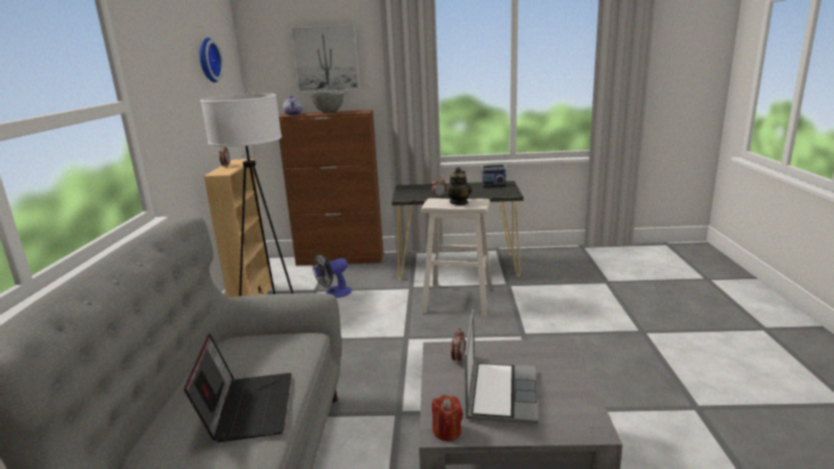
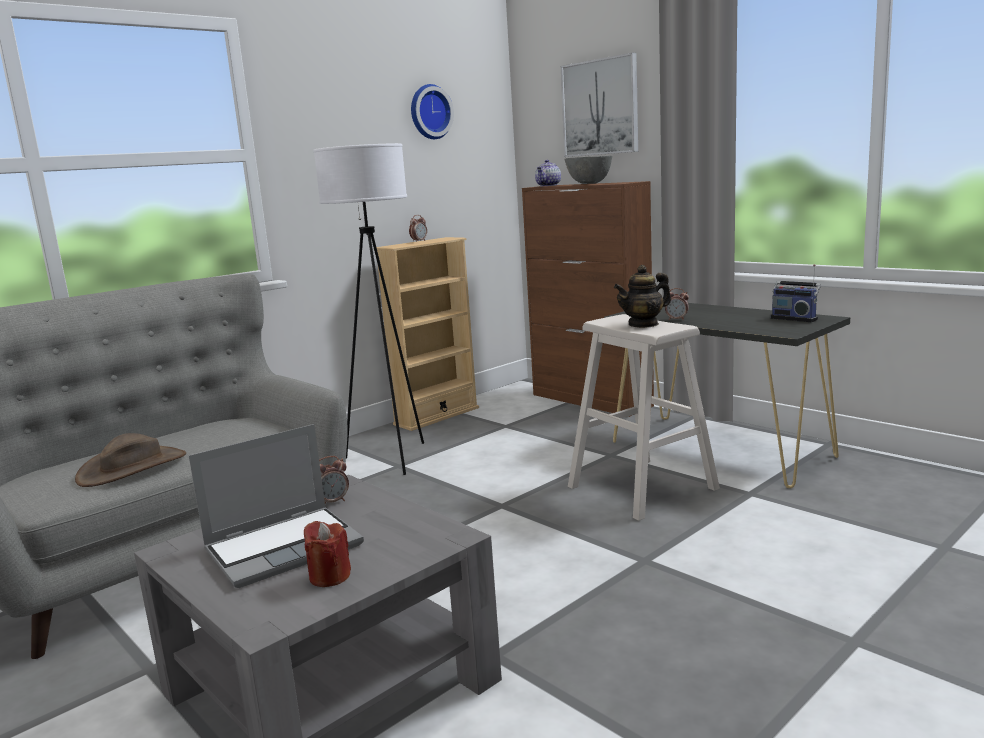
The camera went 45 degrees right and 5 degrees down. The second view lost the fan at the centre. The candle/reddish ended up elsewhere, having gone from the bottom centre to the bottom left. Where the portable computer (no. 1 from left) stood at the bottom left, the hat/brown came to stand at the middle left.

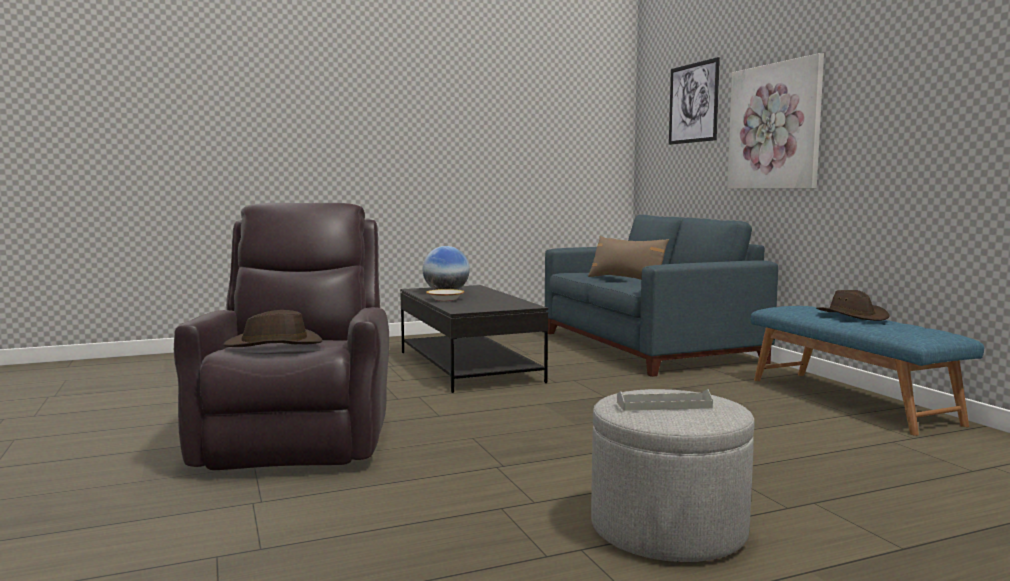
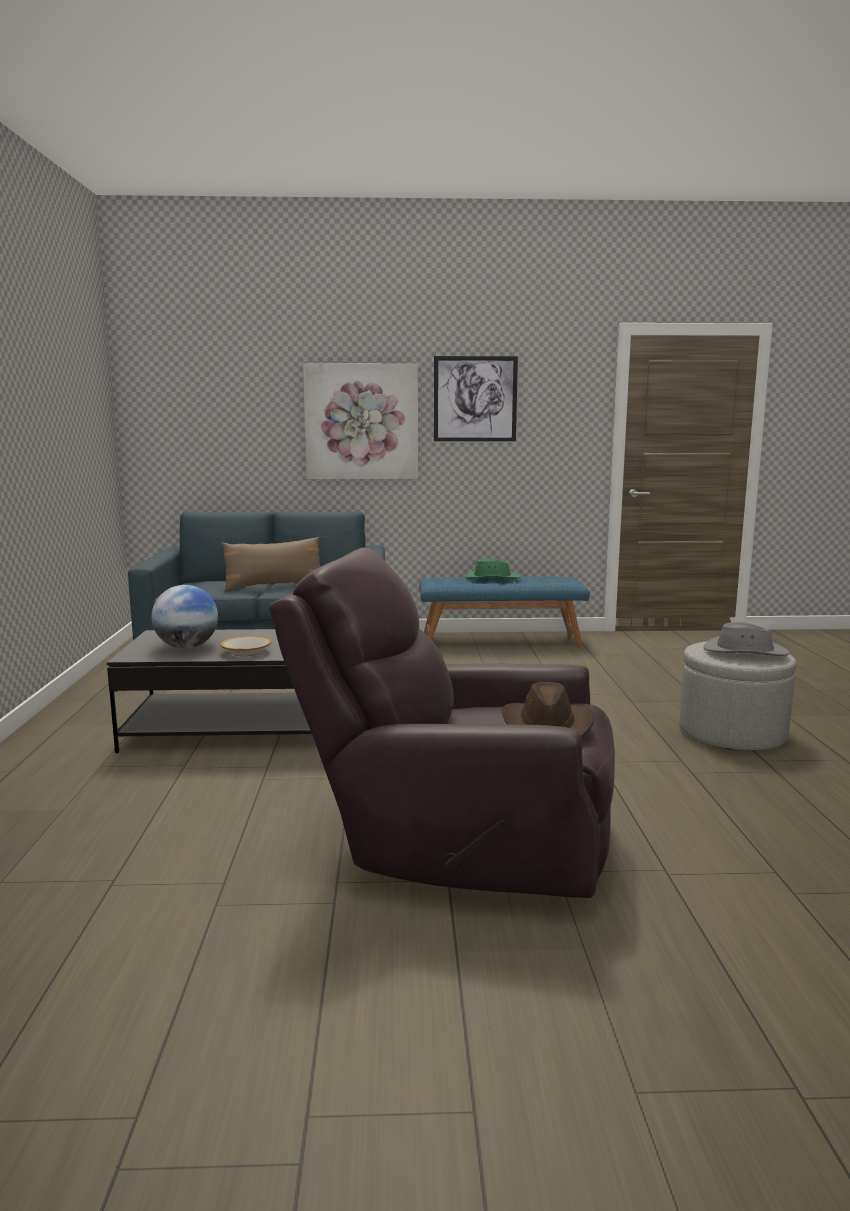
The camera went 70 degrees left and 5 degrees up. The wall picture (no. 1 from left in the first image) ended up elsewhere, having gone from the top right to the top centre. Where the serving tray/gray stood at the bottom centre, the hat/gray came to stand at the middle right. What was the hat/brown (no. 2 from left) at the middle right turned into the hat/greenish at the centre.

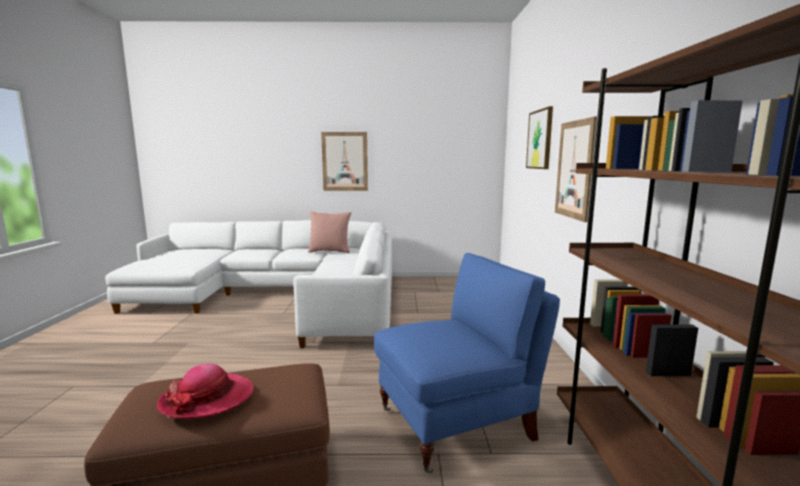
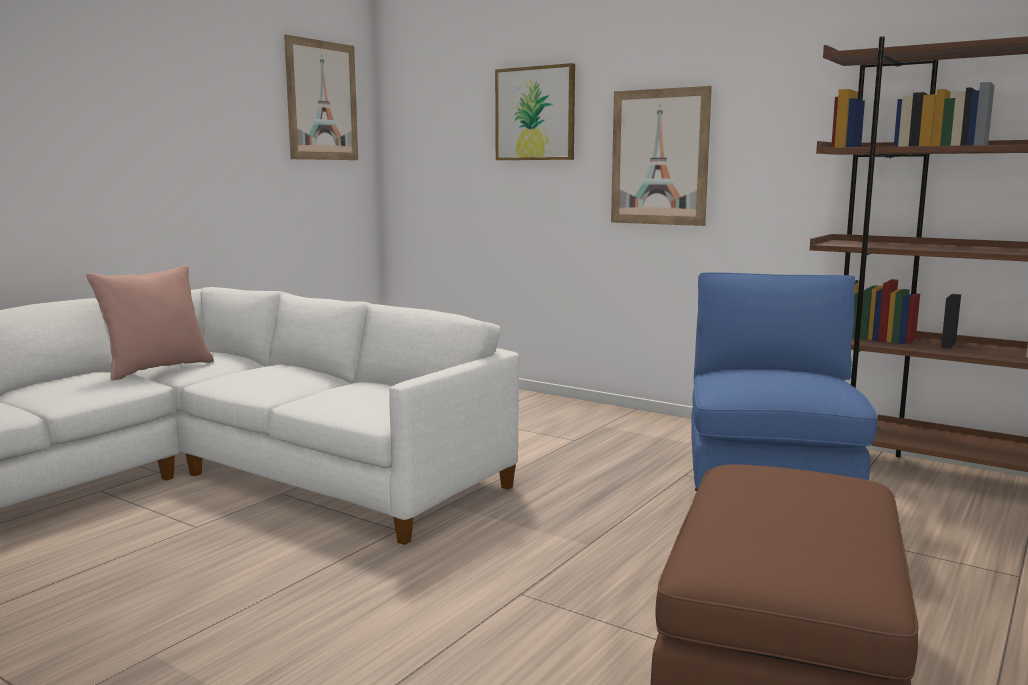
The camera went 55 degrees left and 0 degrees up. The second view lost the hat at the bottom left. The wall picture (no. 1 from left) ended up elsewhere, having gone from the top centre to the top left.

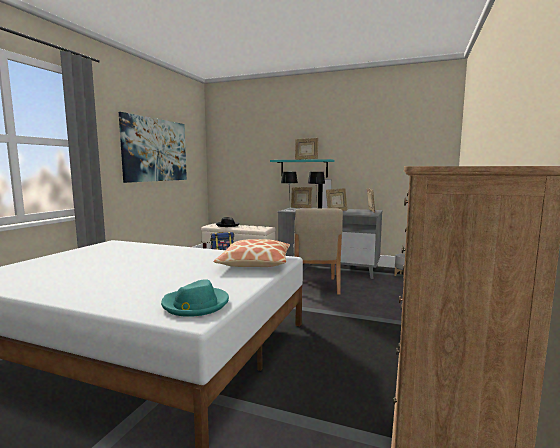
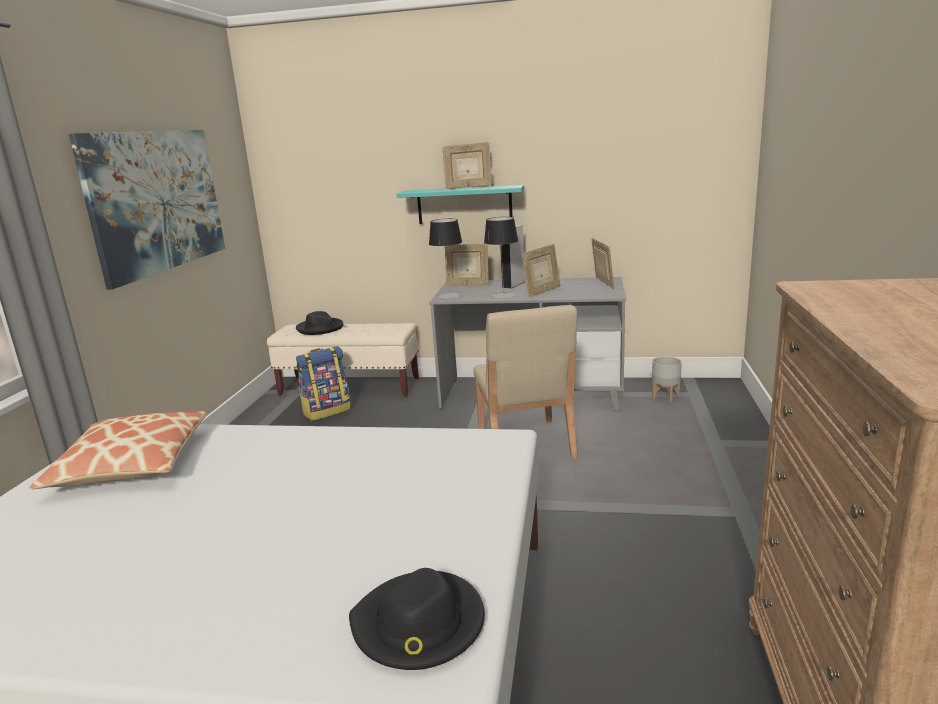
The camera went 10 degrees left and 10 degrees up. The pillow ended up elsewhere, having gone from the centre to the middle left. What was the hat/turquoise-coloured at the centre turned into the hat/black-coloured (no. 2 from left) at the bottom centre.

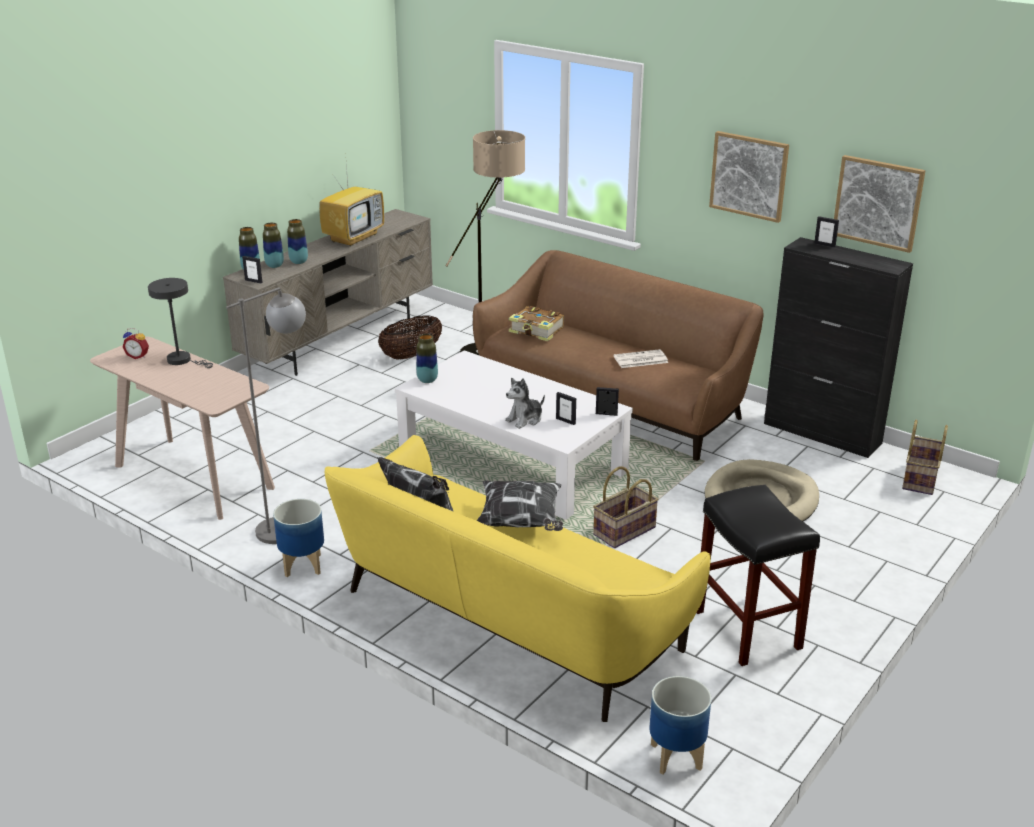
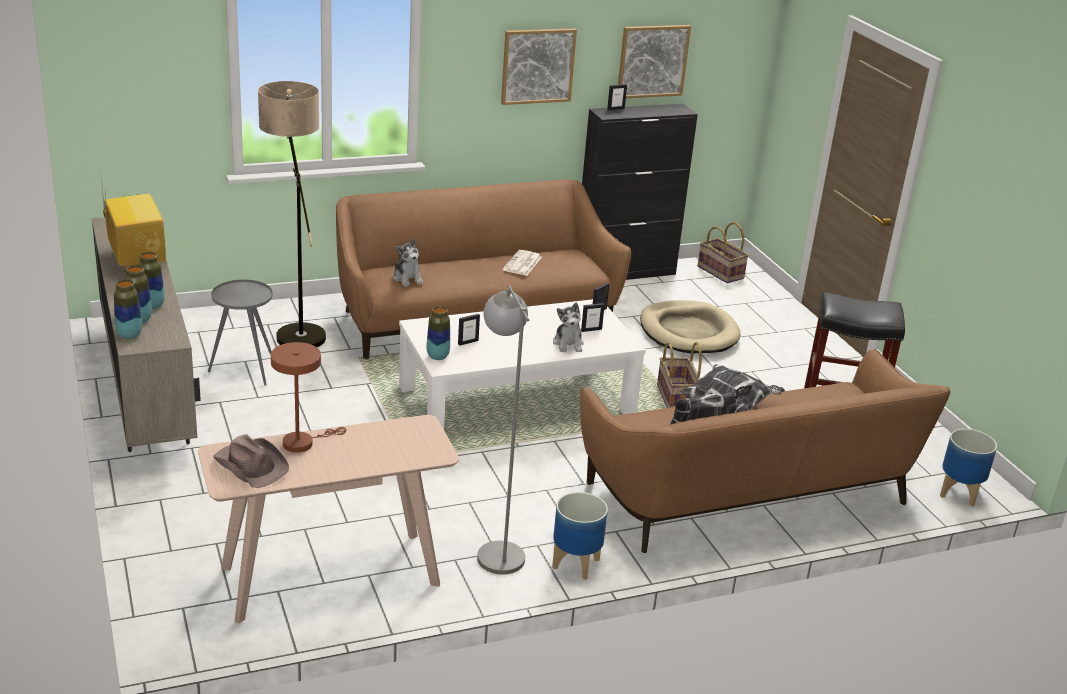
The camera went 60 degrees left and 0 degrees up. The photo frame (no. 1 from left) ended up elsewhere, having gone from the top left to the centre. Where the alarm clock stood at the middle left, the hat/brown came to stand at the middle left. Where the basket (no. 1 from left) stood at the centre, the side table/gray came to stand at the middle left. Where the bound book stood at the centre, the cuddly toy (no. 1 from left) came to stand at the centre. What was the table lamp/gray at the middle left turned into the table lamp/brown at the middle left. What was the settee/yellow-coloured at the bottom centre turned into the settee/brown (no. 2 from left) at the middle right.

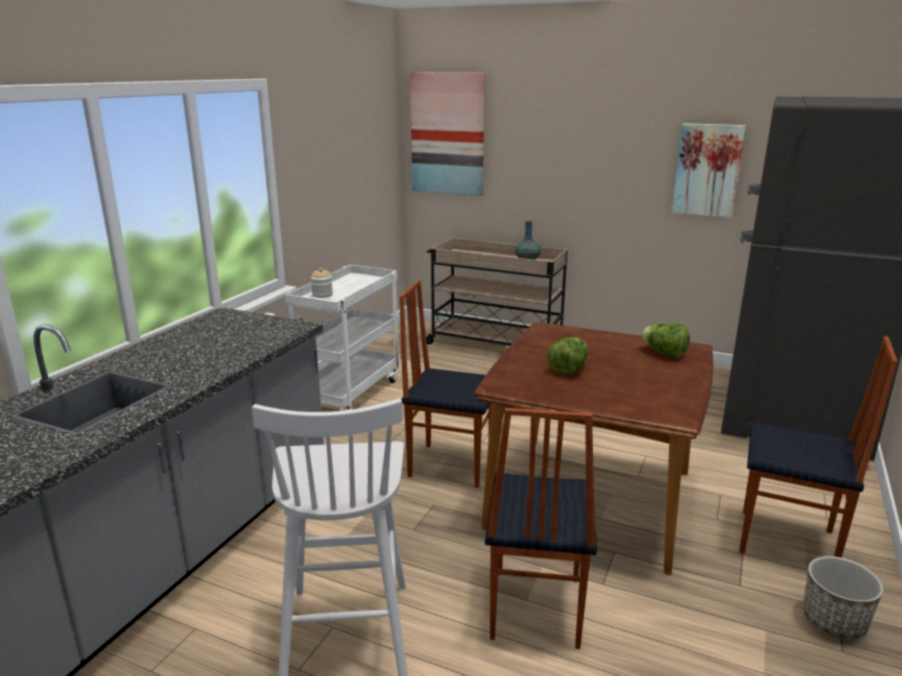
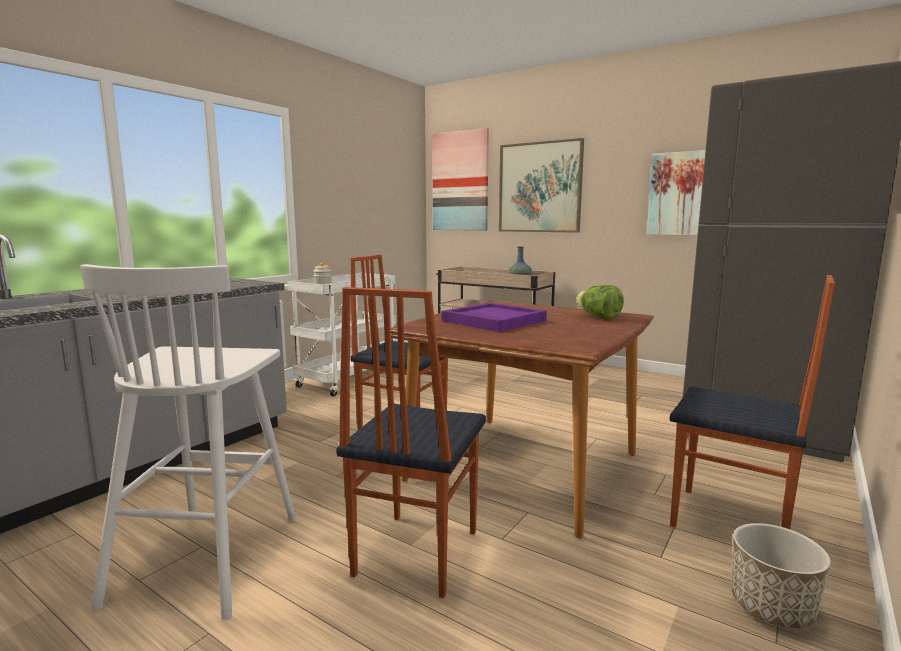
The camera went 10 degrees right and 10 degrees down. The second view gained the wall picture (no. 2 from left) at the top centre. Where the lettuce head (no. 1 from left) stood at the centre, the serving tray/purple came to stand at the centre.

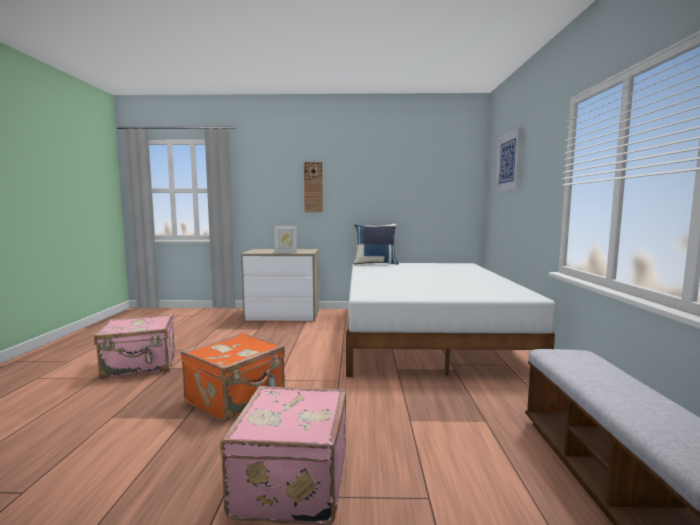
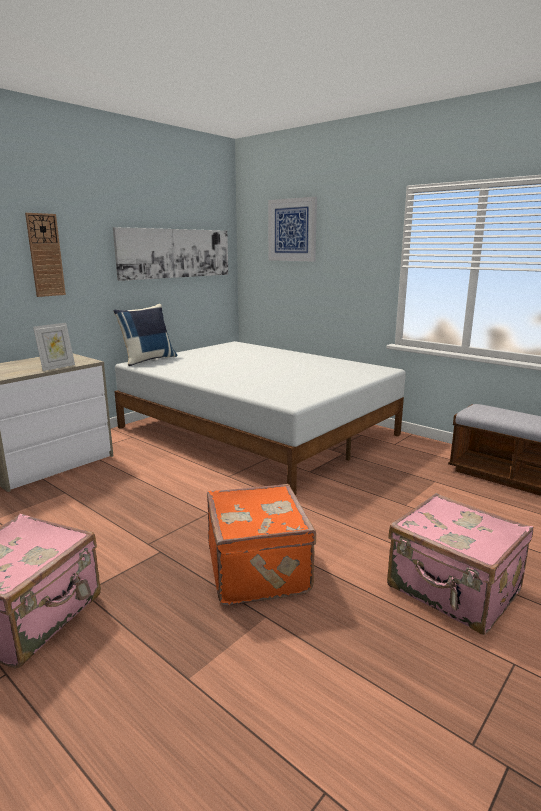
The camera went 50 degrees left and 10 degrees up. The second view gained the wall picture (no. 1 from left) at the top left.

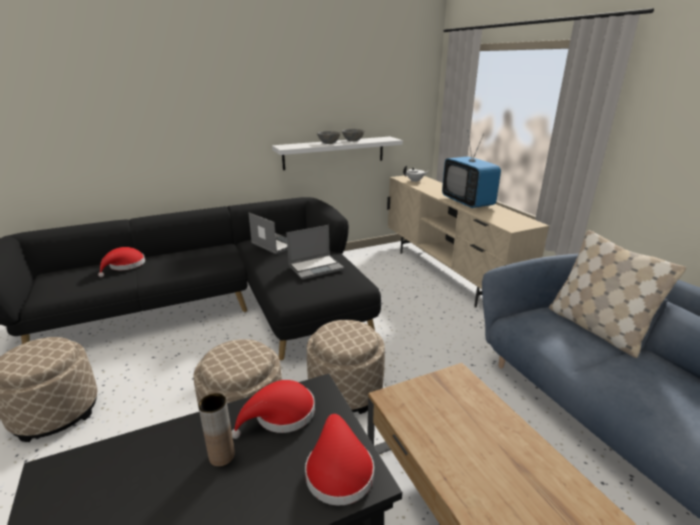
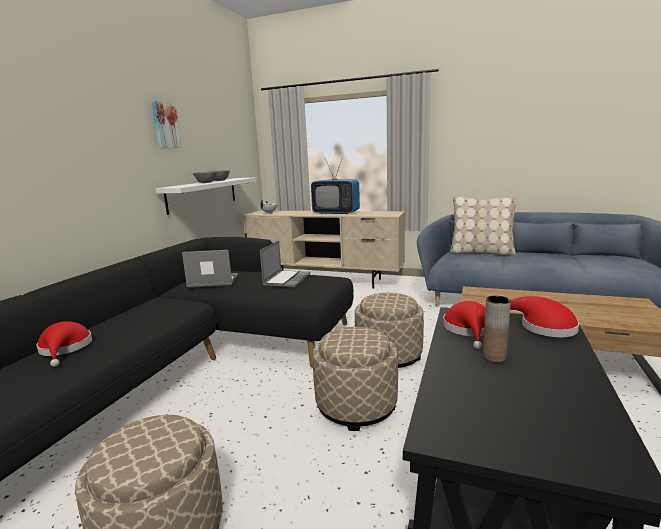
The camera went 45 degrees left and 10 degrees down. The second view gained the wall picture at the top left.

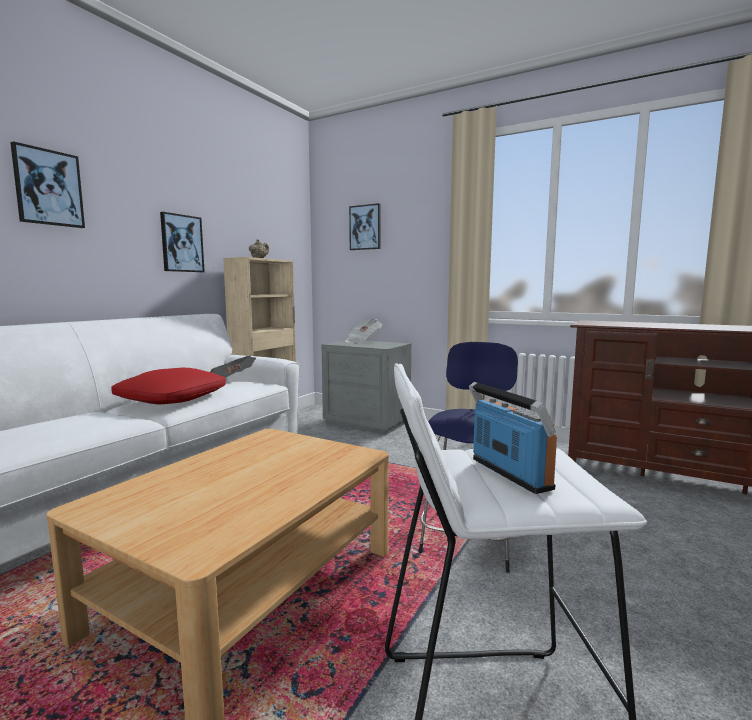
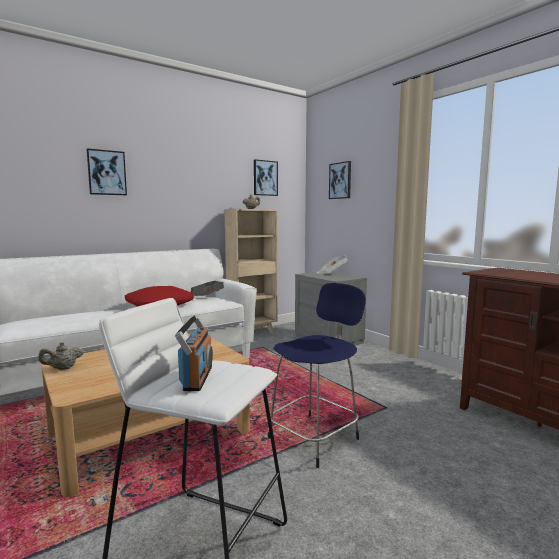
The camera went 25 degrees right and 0 degrees up. The second view gained the tea pot/sand-coloured (no. 1 from left) at the middle left. The wall picture (no. 2 from left) ended up elsewhere, having gone from the middle left to the top centre.

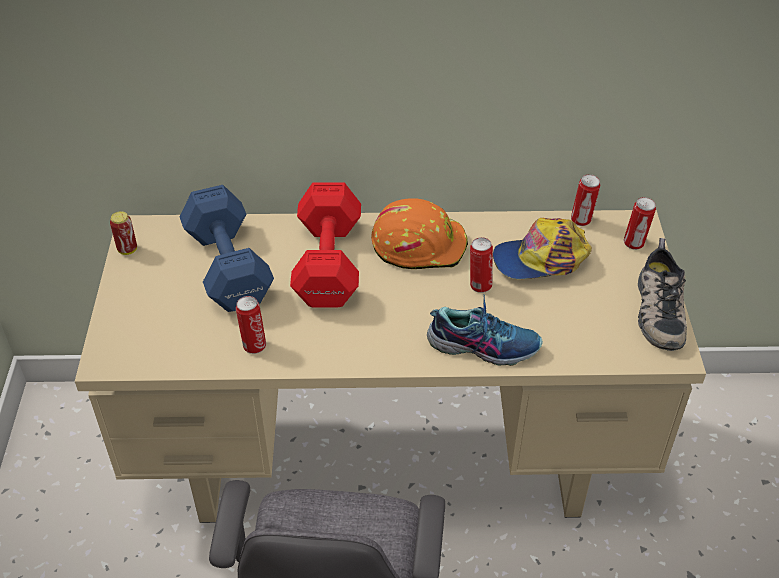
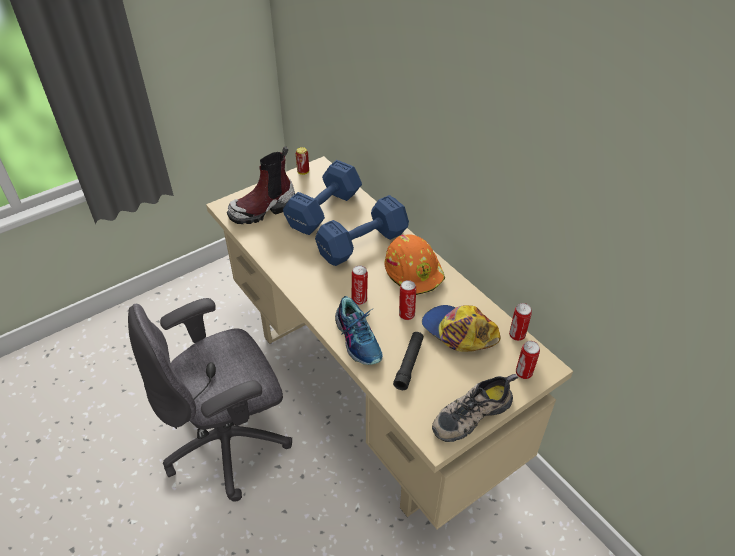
The camera went 55 degrees right and 0 degrees up. The second view gained the tall boot at the top centre. The second view gained the torch/black-coloured at the centre. The can (no. 2 from left) ended up elsewhere, having gone from the middle left to the centre. What was the hand weight/reddish at the centre turned into the hand weight/blue (no. 2 from left) at the centre.

